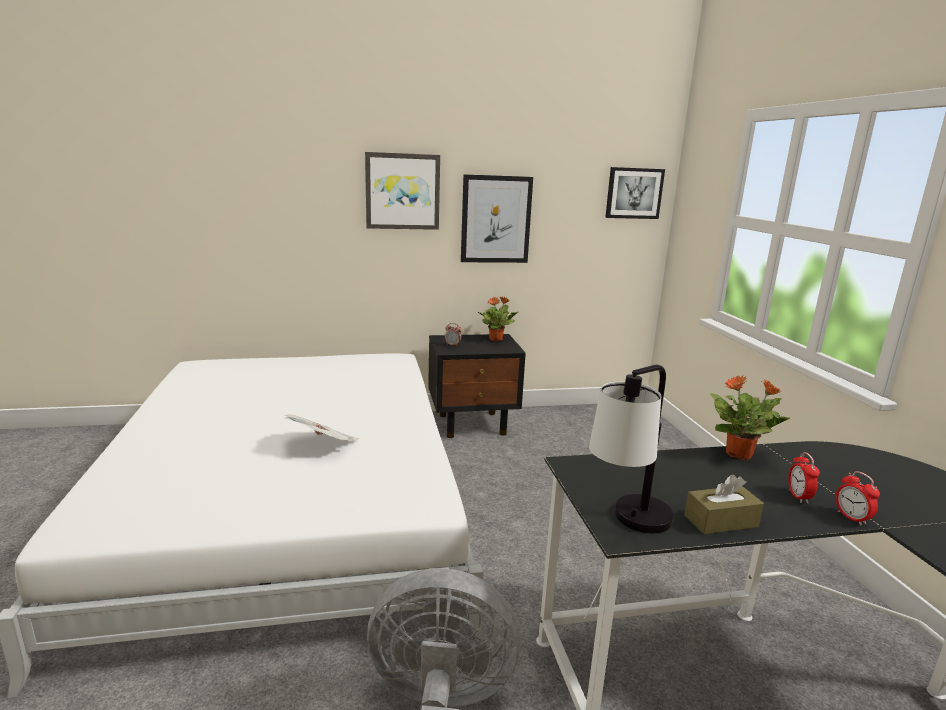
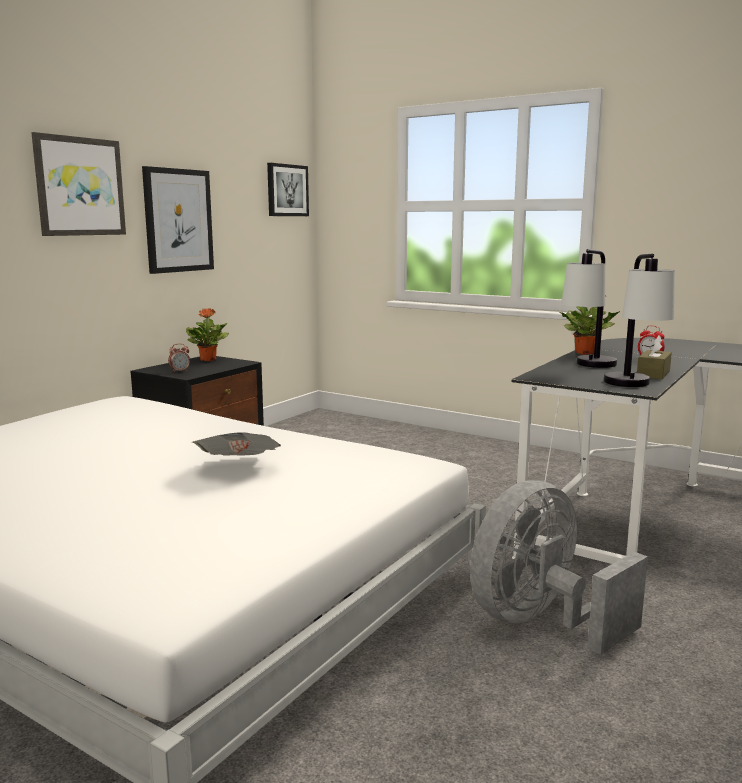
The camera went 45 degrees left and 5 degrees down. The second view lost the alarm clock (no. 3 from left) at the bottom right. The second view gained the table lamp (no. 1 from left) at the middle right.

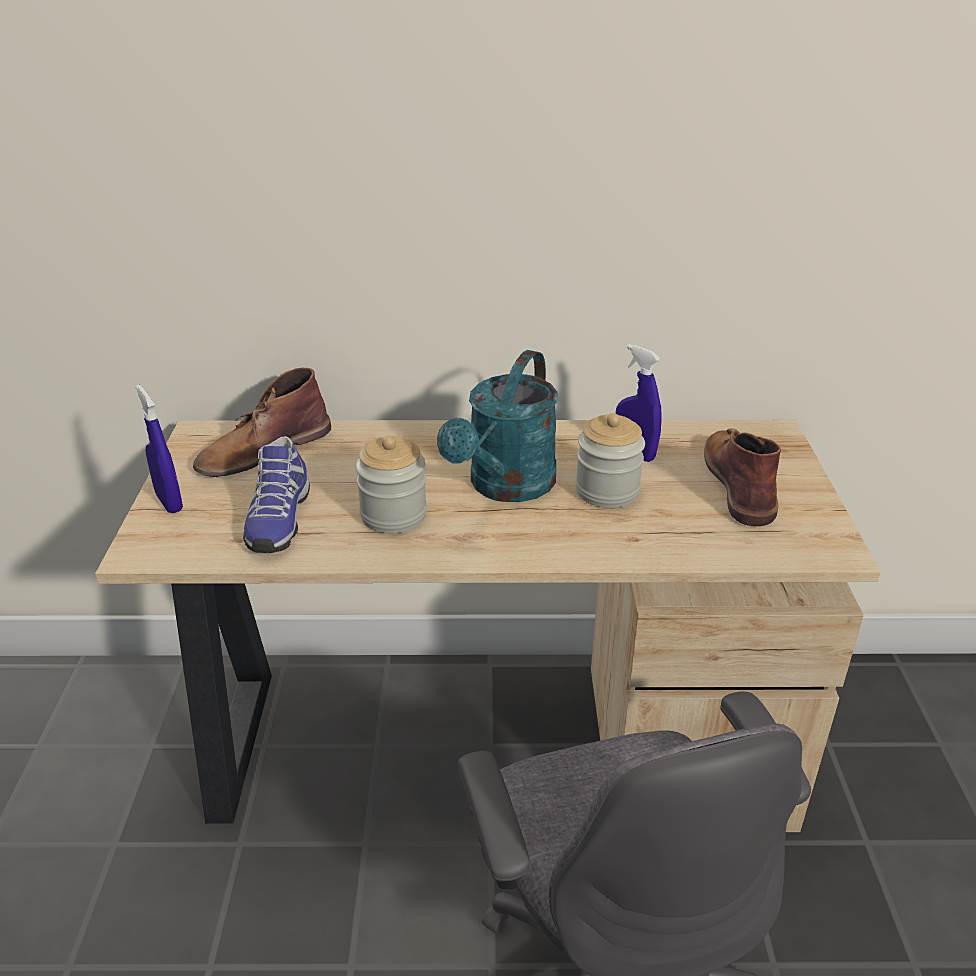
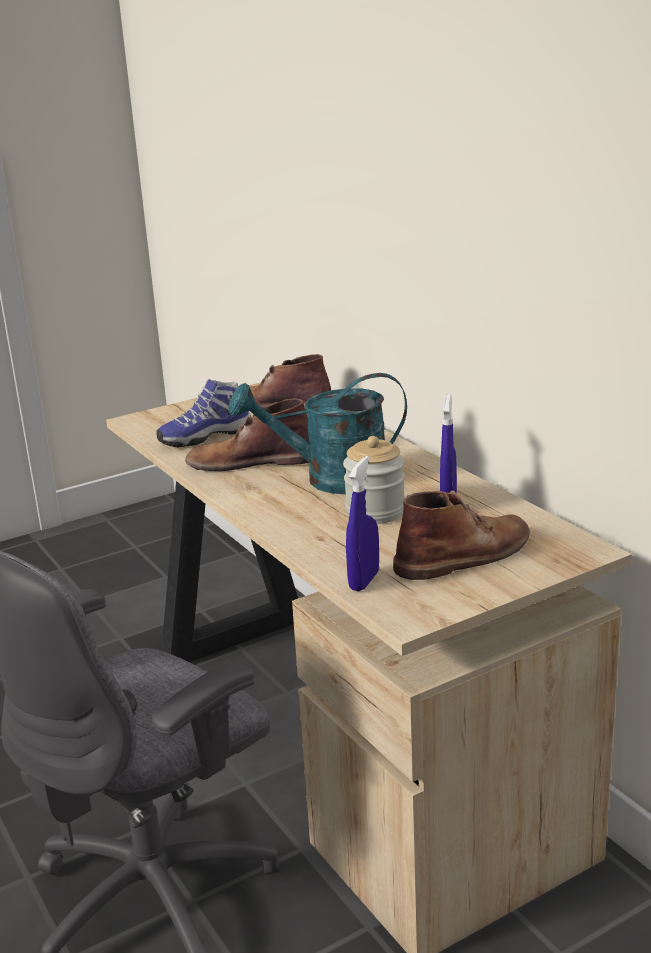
The camera went 60 degrees right and 10 degrees down. The spray bottle/blue (no. 1 from left) ended up elsewhere, having gone from the middle left to the centre. Where the preserve jar (no. 1 from left) stood at the centre, the tall boot/brown (no. 1 from left) came to stand at the centre.

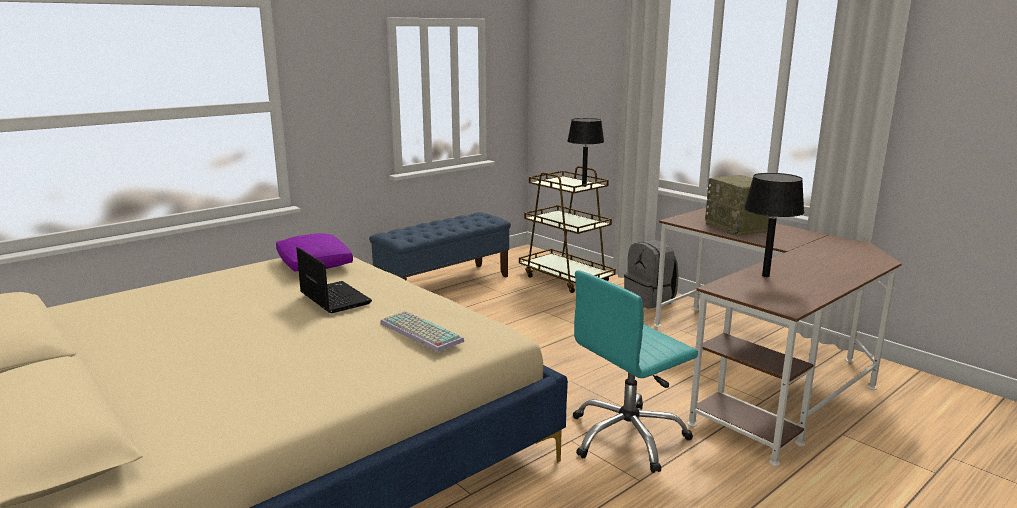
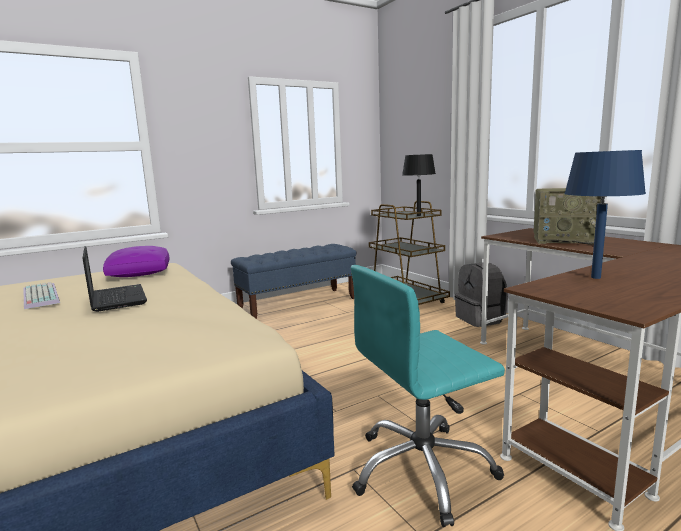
The camera went 10 degrees right and 5 degrees down. The keyboard ended up elsewhere, having gone from the centre to the middle left. What was the table lamp/black-coloured (no. 2 from left) at the middle right turned into the table lamp/blue at the middle right. The radio at the middle right ended up facing another way, 60 degrees counterclockwise from before.

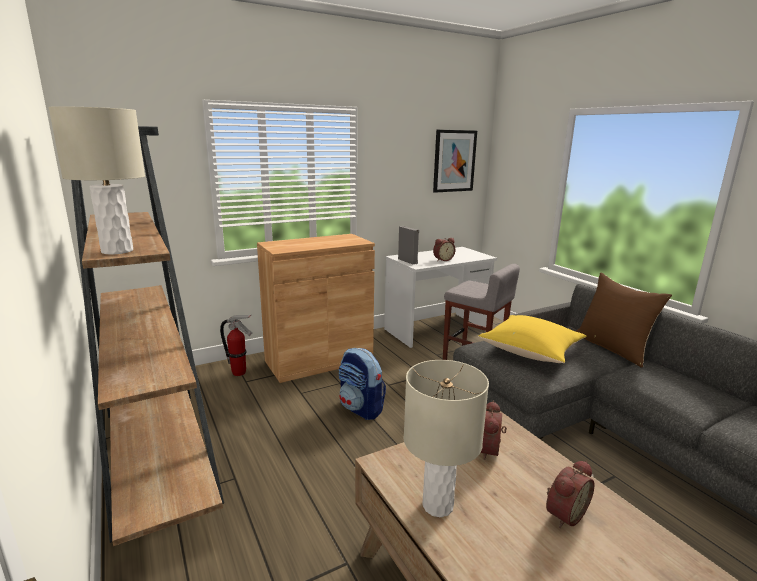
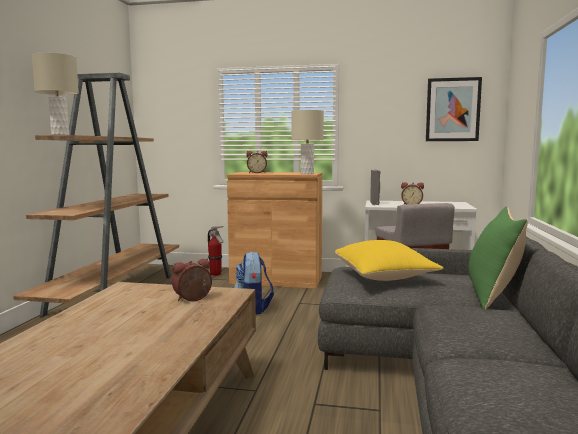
The camera went 40 degrees right and 10 degrees down. The table lamp/sand-coloured (no. 2 from left) ended up elsewhere, having gone from the bottom centre to the top centre. The alarm clock (no. 3 from left in the first image) ended up elsewhere, having gone from the bottom right to the centre. What was the pillow/brown at the middle right turned into the pillow/greenish at the middle right.

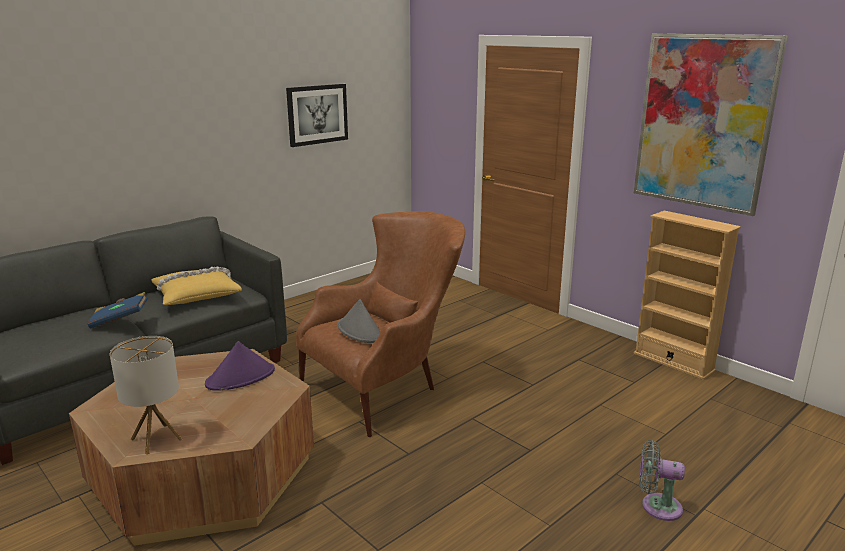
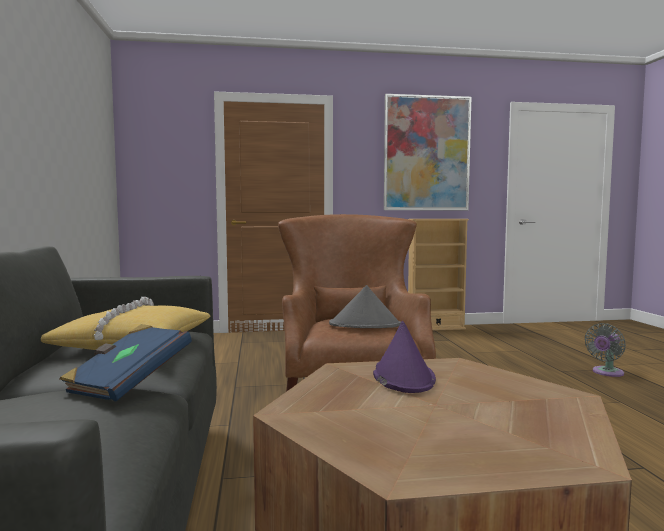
The camera went 55 degrees left and 15 degrees down. The second view lost the table lamp at the bottom left. The second view lost the wall picture (no. 1 from left) at the top centre.

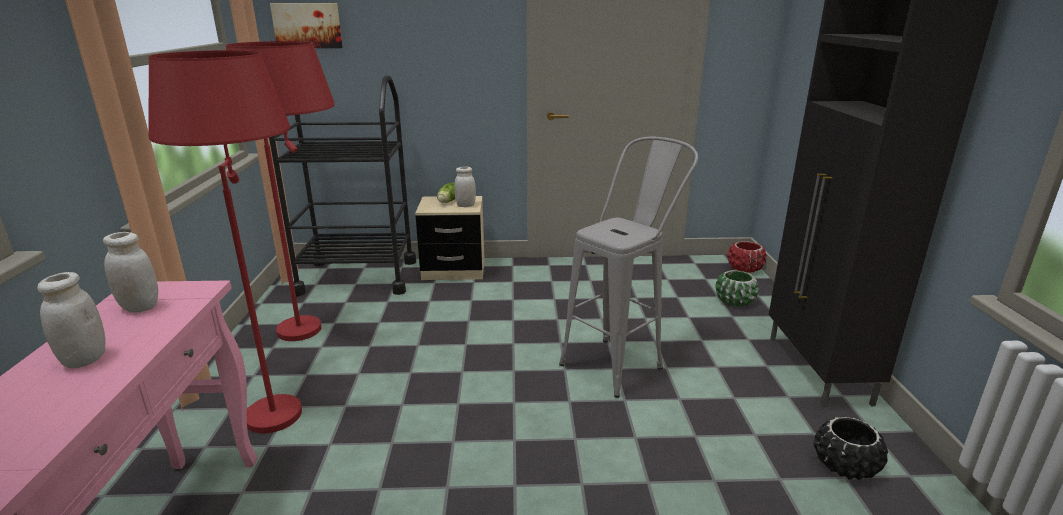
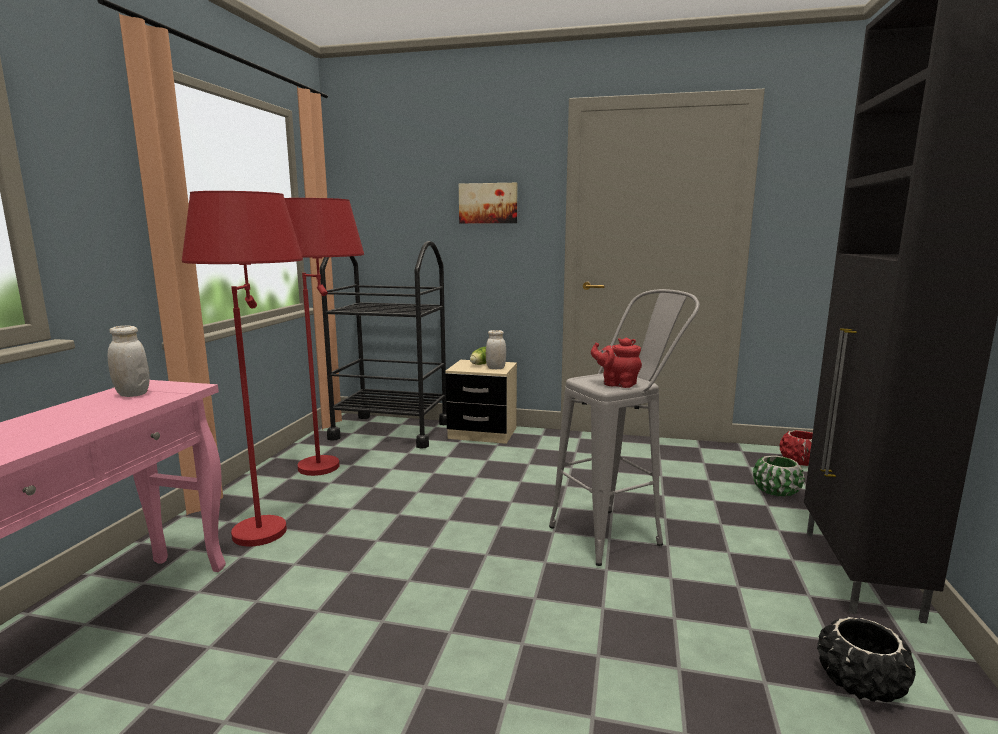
The camera went 15 degrees right and 10 degrees down. The second view lost the preserve jar/white-coloured (no. 1 from left) at the middle left. The second view gained the tea pot/reddish at the centre. The wall picture ended up elsewhere, having gone from the top left to the top centre.

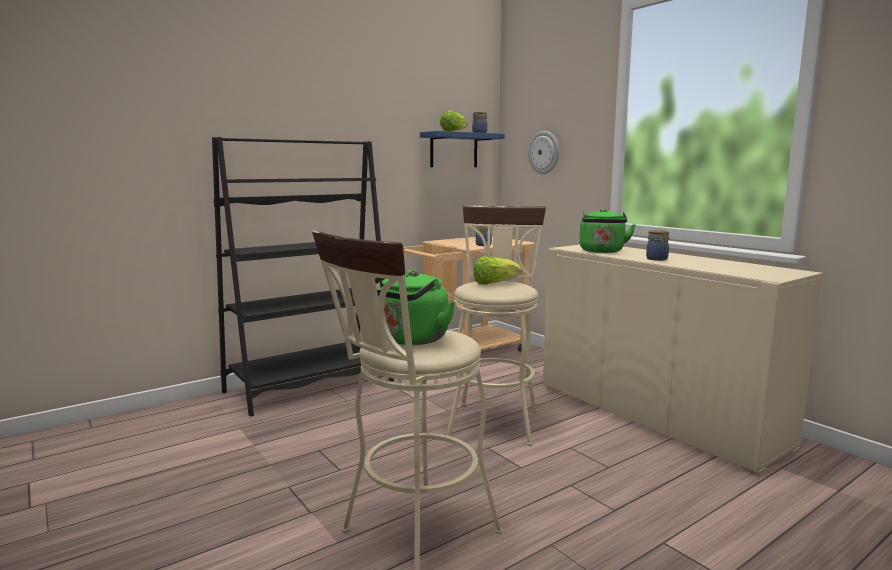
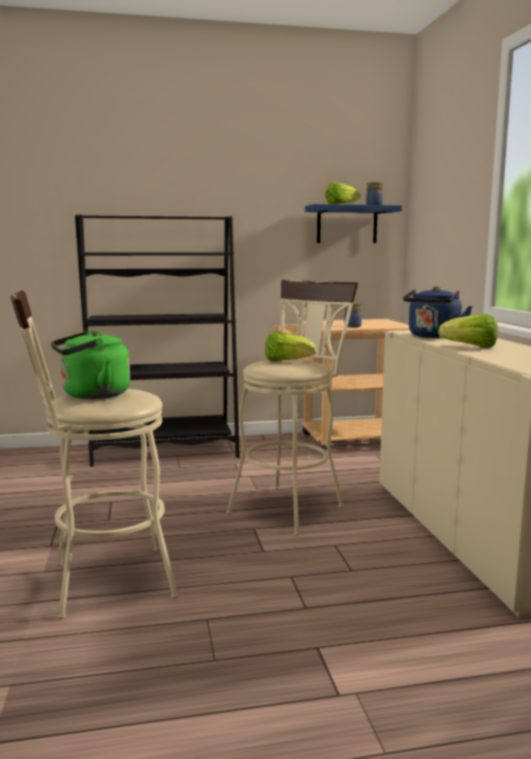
The camera went 25 degrees right and 0 degrees up. The second view lost the hanging clock at the top centre. Where the preserve jar (no. 3 from left) stood at the middle right, the lettuce head (no. 3 from left) came to stand at the middle right. What was the kettle/greenish (no. 2 from left) at the middle right turned into the kettle/blue at the middle right.

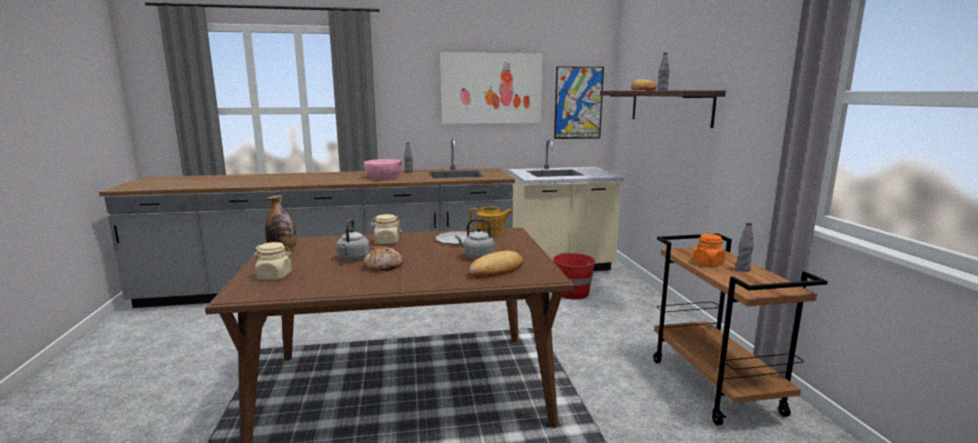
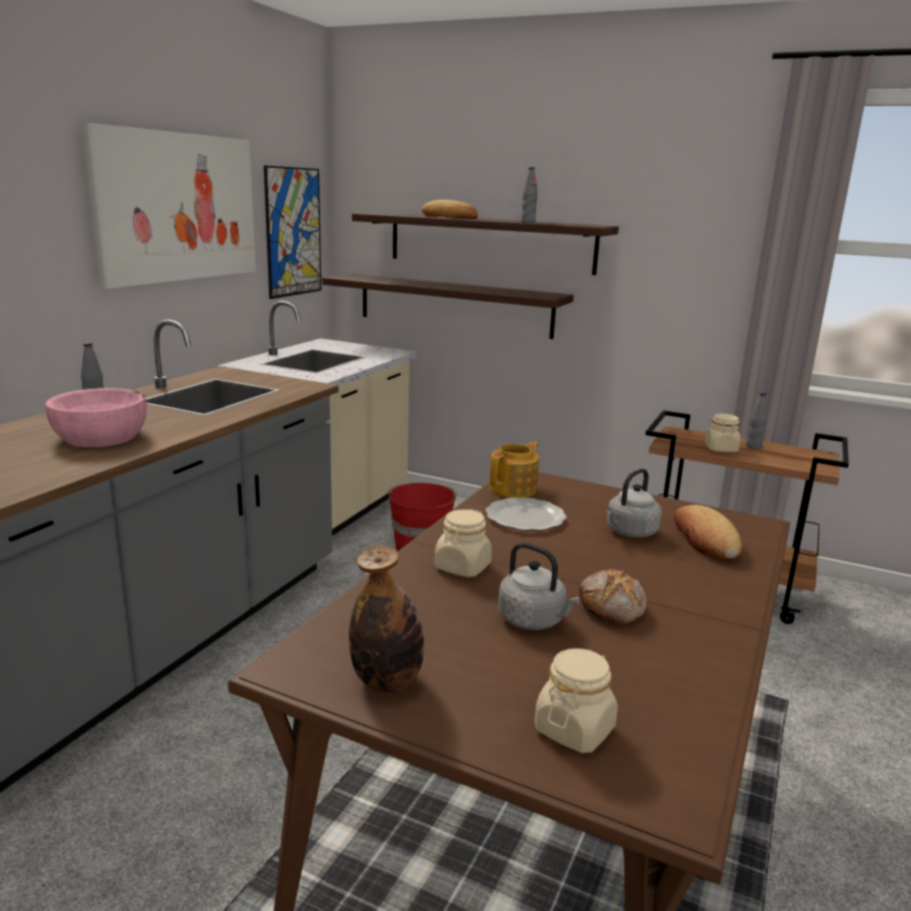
The camera went 55 degrees left and 5 degrees up. The second view gained the shelf (no. 1 from left) at the centre. What was the preserve jar/orange at the middle right turned into the preserve jar/sand-coloured (no. 3 from left) at the middle right.

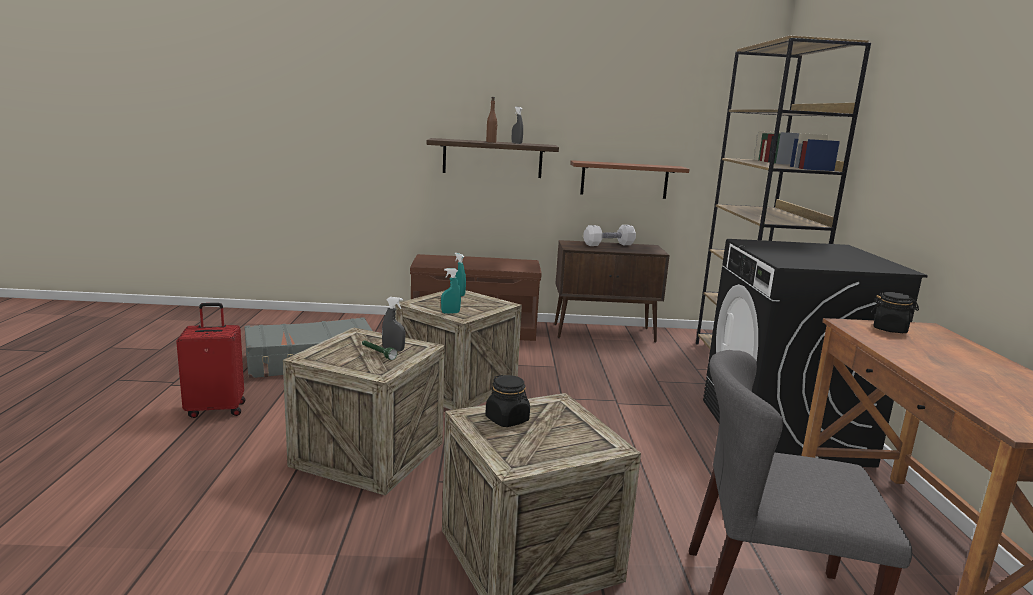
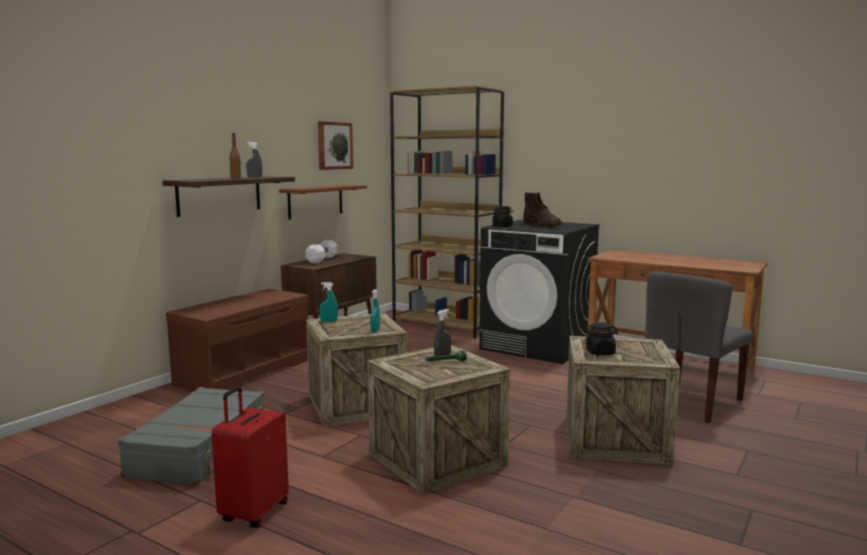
The camera went 55 degrees left and 5 degrees down. The second view gained the wall picture at the top centre. The second view gained the tall boot/brown at the centre. The preserve jar/black-coloured (no. 2 from left in the first image) ended up elsewhere, having gone from the middle right to the centre.

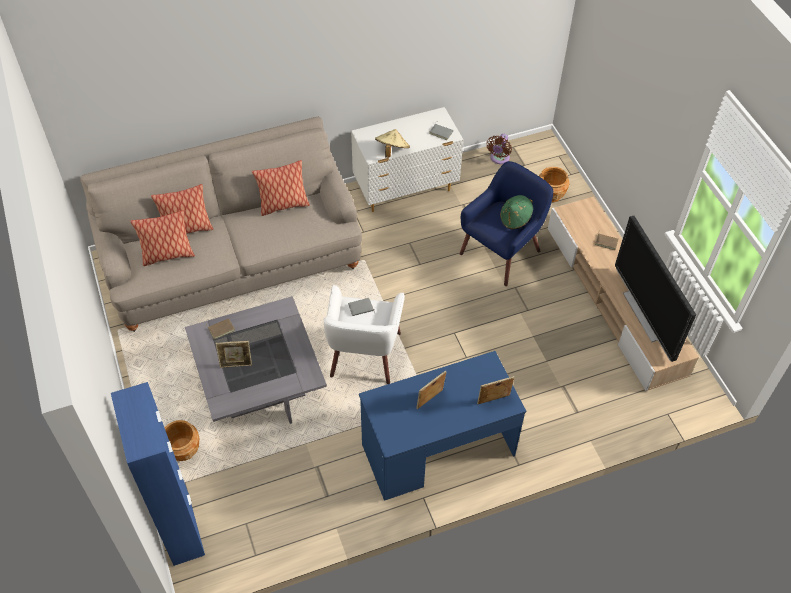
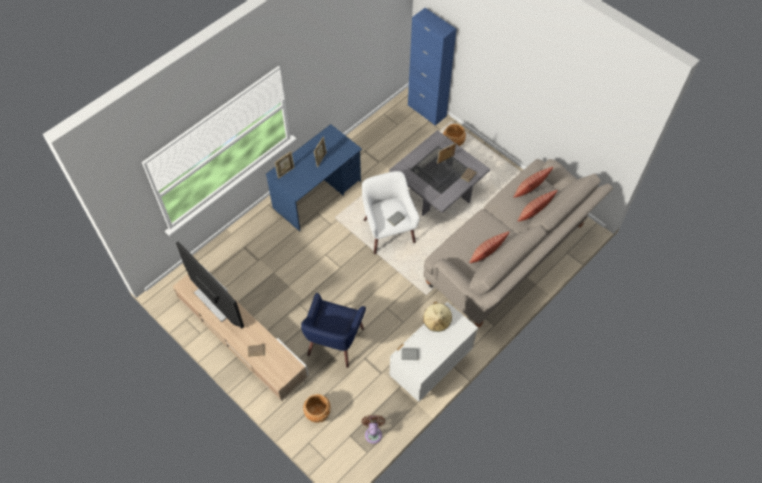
The camera went 155 degrees right and 5 degrees up. The second view lost the hat/greenish at the centre.

